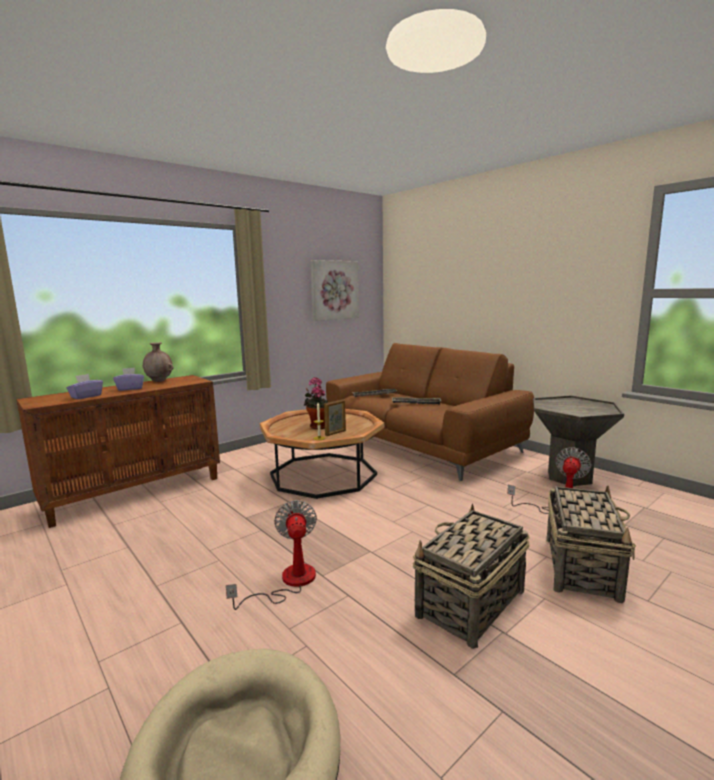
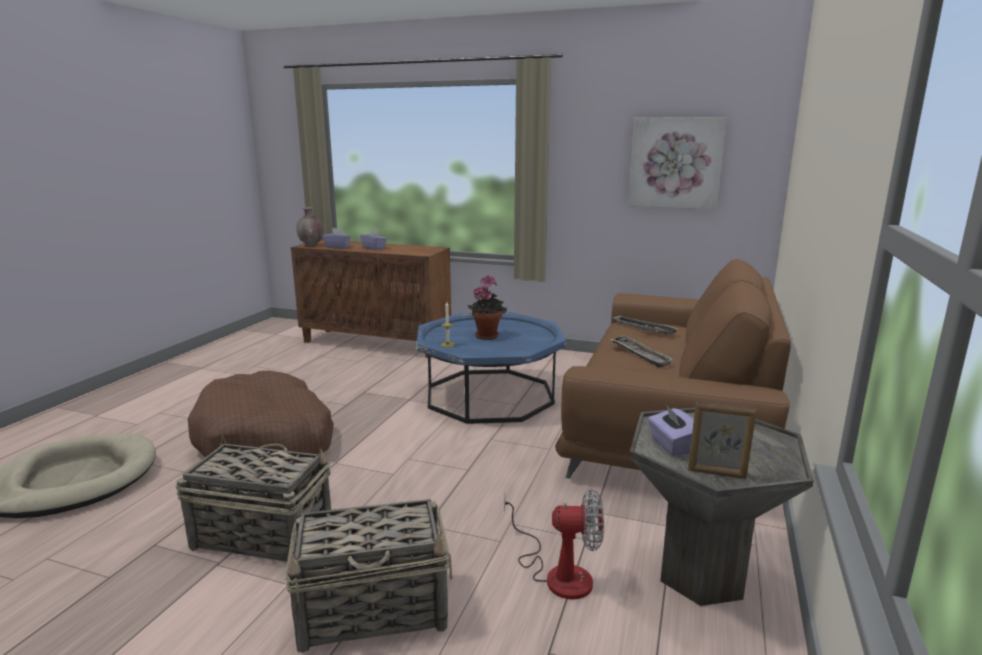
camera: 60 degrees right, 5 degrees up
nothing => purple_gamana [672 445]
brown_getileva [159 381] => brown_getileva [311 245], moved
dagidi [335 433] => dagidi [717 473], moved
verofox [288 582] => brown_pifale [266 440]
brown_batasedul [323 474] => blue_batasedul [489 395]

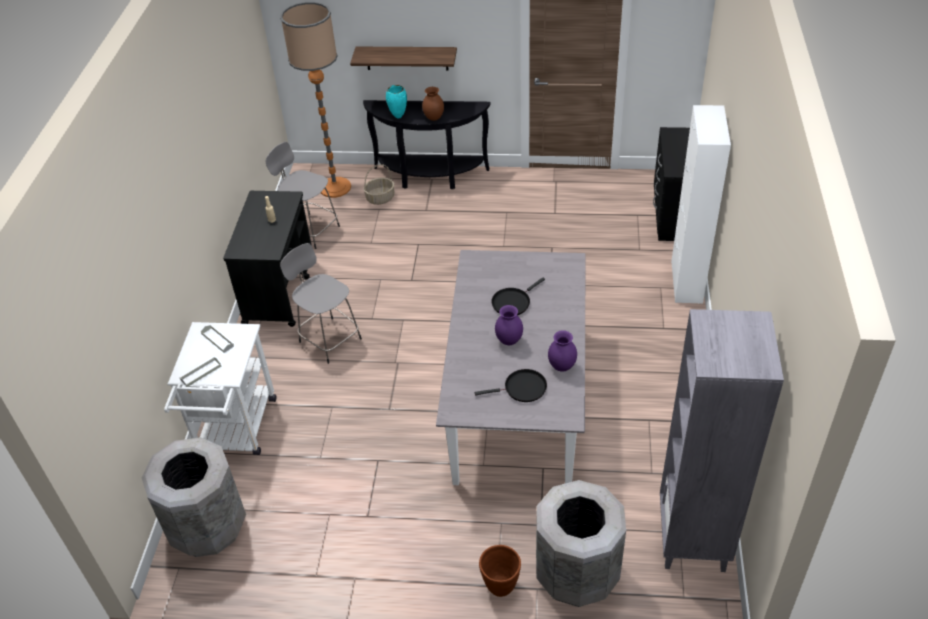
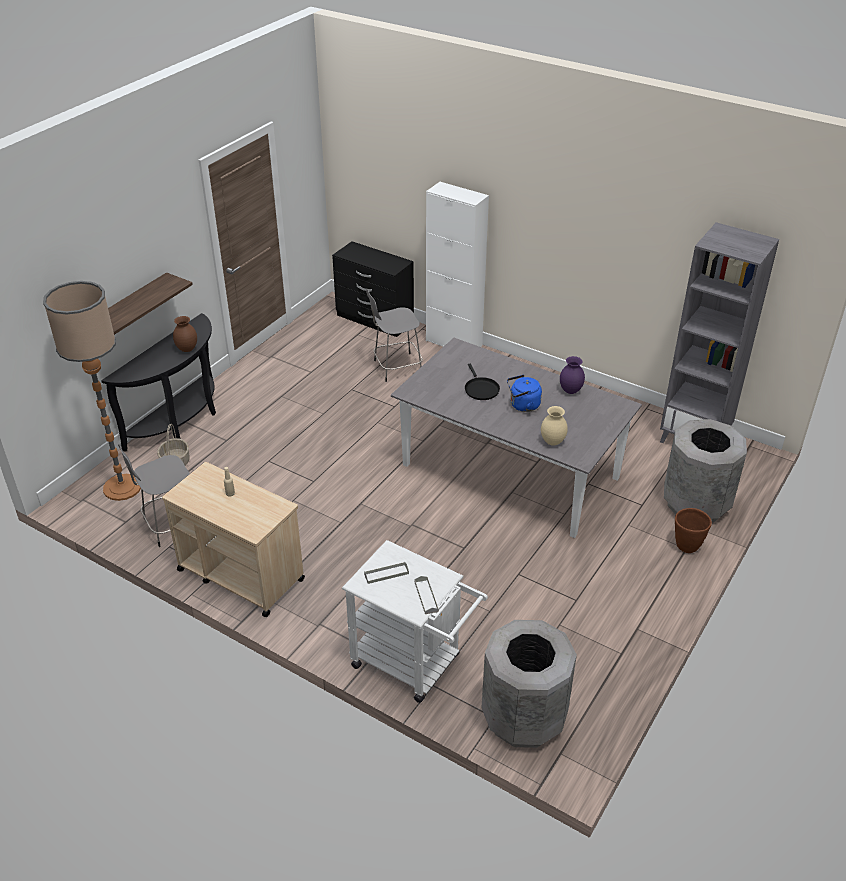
camera: 65 degrees left, 5 degrees down
turquoise_getileva [398 117] => nothing
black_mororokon [522 388] => nothing
nothing => beige_getileva [553 442]
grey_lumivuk [328 339] => grey_lumivuk [396 367], moved
purple_getileva [509 340] => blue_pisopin [523 405]
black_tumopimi [280 290] => beige_tumopimi [240 574]

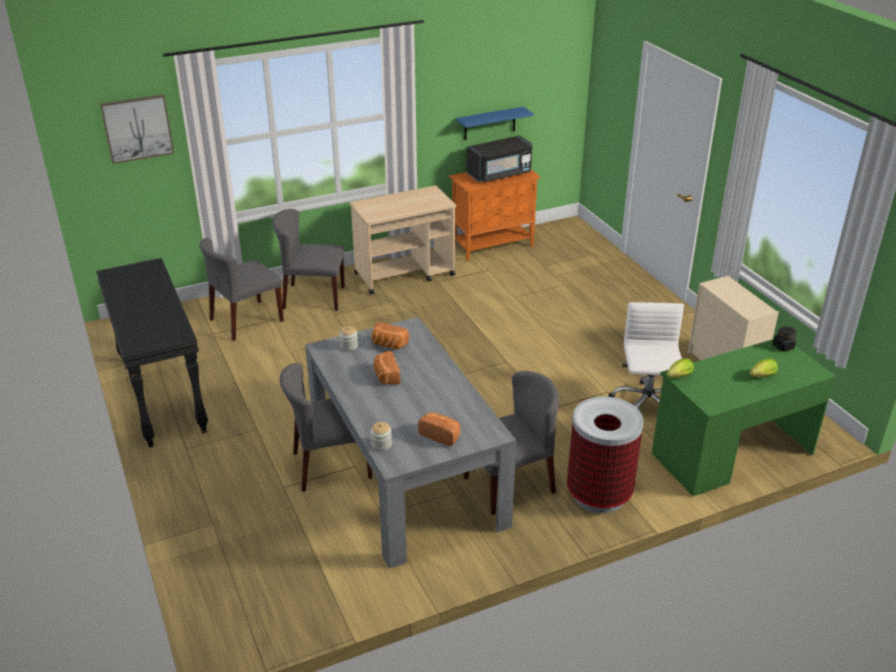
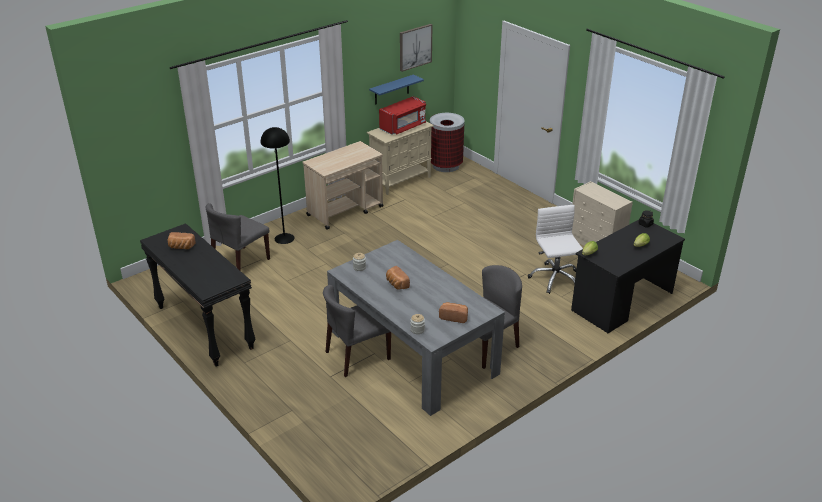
camera: 15 degrees left, 0 degrees up
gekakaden [137 128] => gekakaden [415 47], moved
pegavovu [388 345] => pegavovu [181 247], moved
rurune [599 494] => rurune [446 165], moved
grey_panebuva [313 297] => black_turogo [284 238]
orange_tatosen [493 245] => beige_tatosen [401 180]
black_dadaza [499 174] => red_dadaza [403 127]
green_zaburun [731 454] => black_zaburun [622 302]

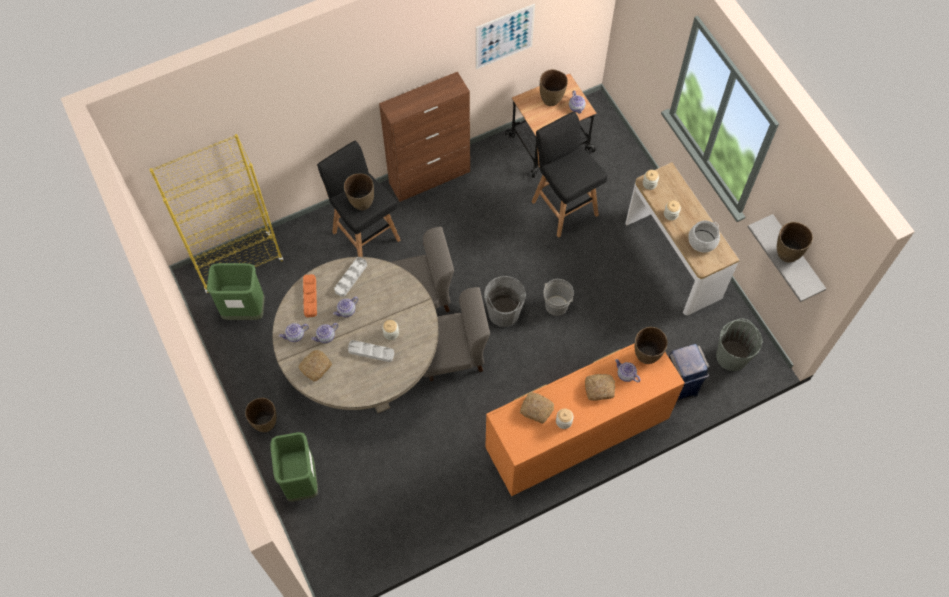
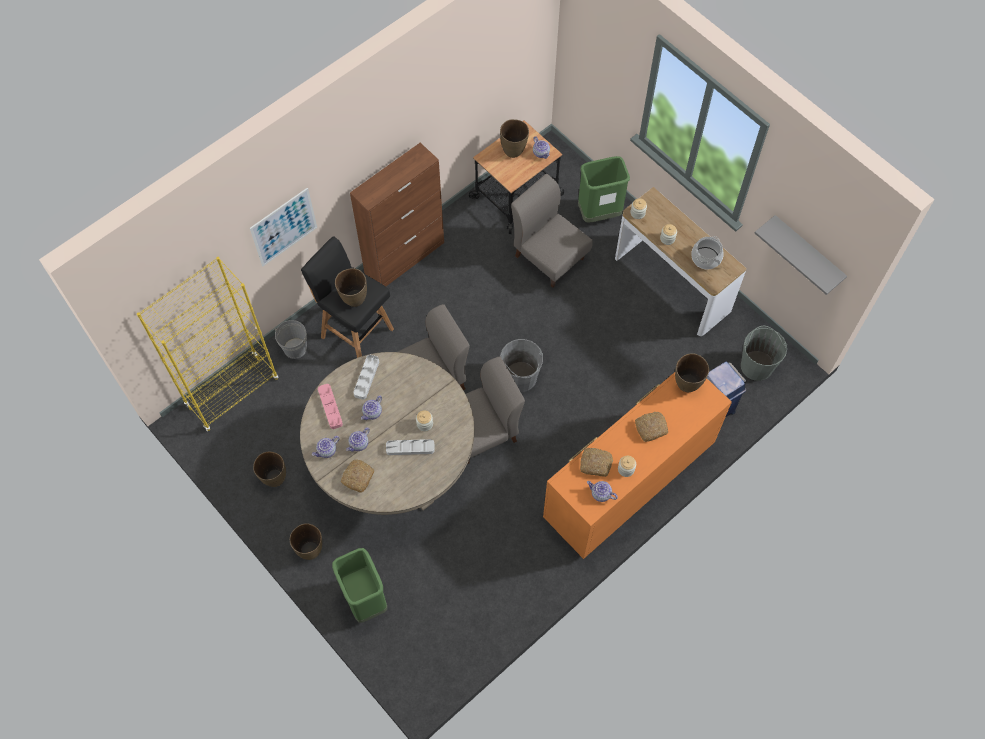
camera: 15 degrees left, 0 degrees up
green_rurune [245 311] => green_rurune [599 213], moved
gekakaden [504 36] => gekakaden [284 227], moved
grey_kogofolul [556 305] => grey_kogofolul [295 348], moved
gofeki [625 374] => gofeki [600 494], moved
brown_getileva [786 254] => brown_getileva [274 478], moved
black_lumivuk [564 207] => grey_panebuva [549 256]
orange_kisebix [310 297] => pink_kisebix [330 407]

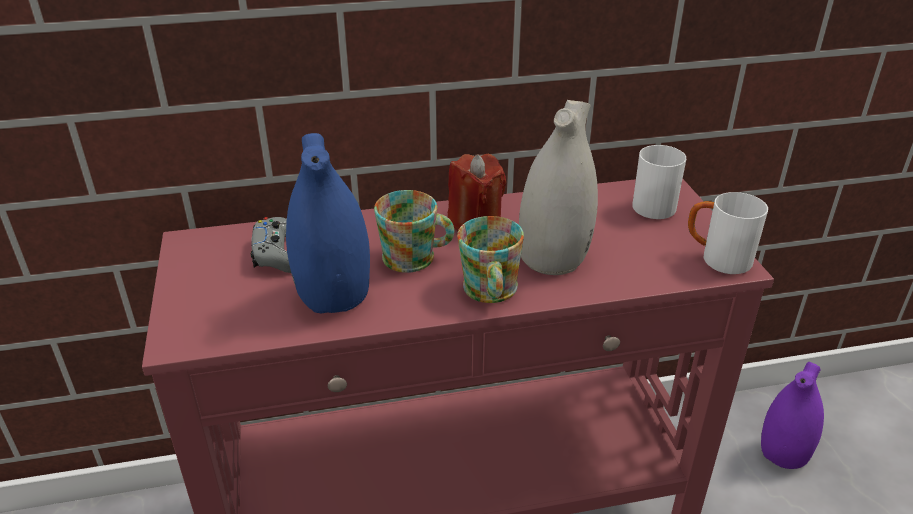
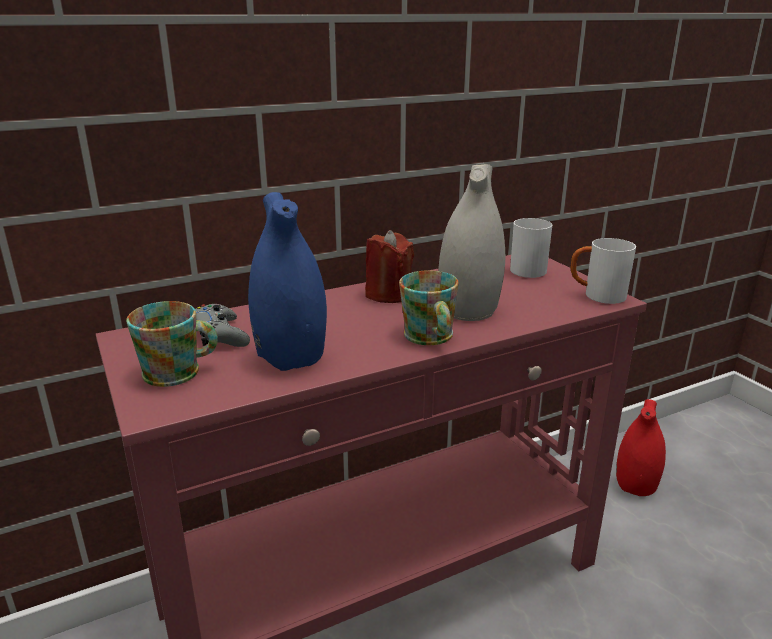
camera: 15 degrees left, 10 degrees down
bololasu [416 258] => bololasu [179 372], moved
purple_getileva [783 453] => red_getileva [635 486]

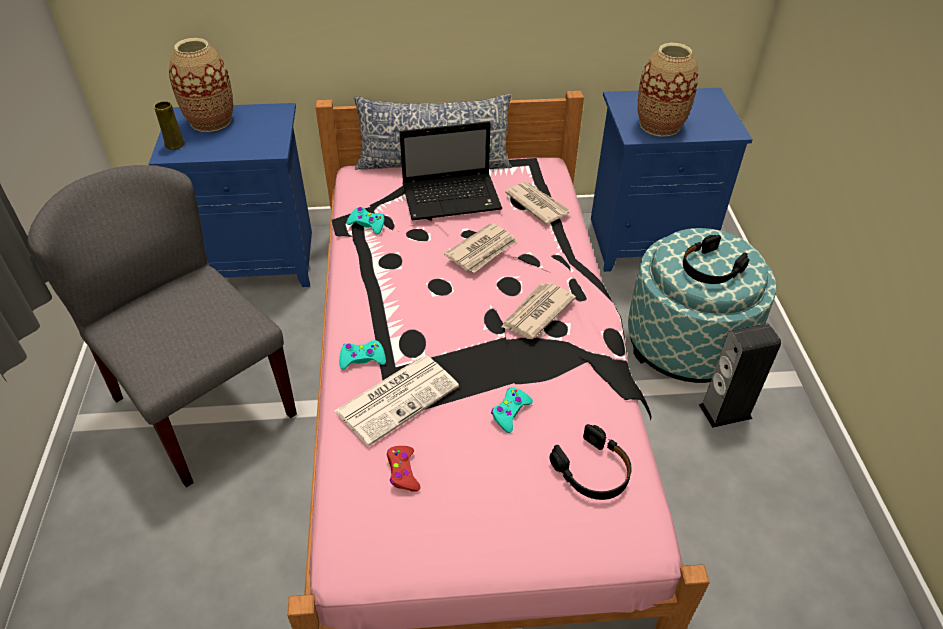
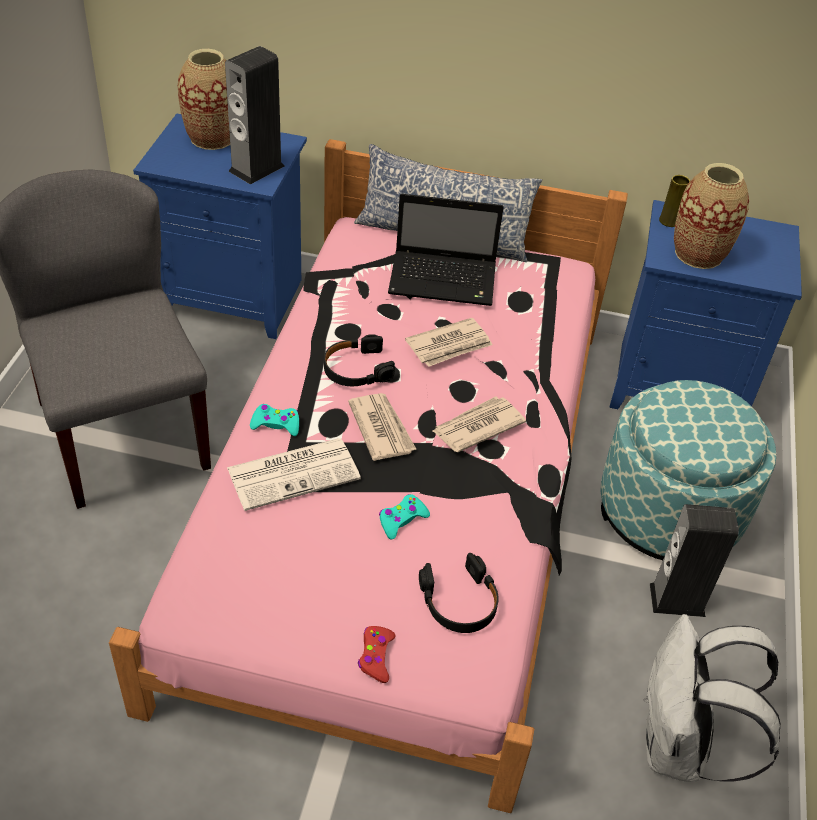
camera: 15 degrees right, 0 degrees up
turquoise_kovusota [367 224] => nothing
nothing => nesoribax [256 168]
nothing => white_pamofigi [679 747]
yellow_getileva [174 144] => yellow_getileva [669 221], moved
red_kovusota [403 472] => red_kovusota [376 657], moved
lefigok [537 204] => lefigok [381 428], moved
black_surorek [710 268] => black_surorek [356 369], moved

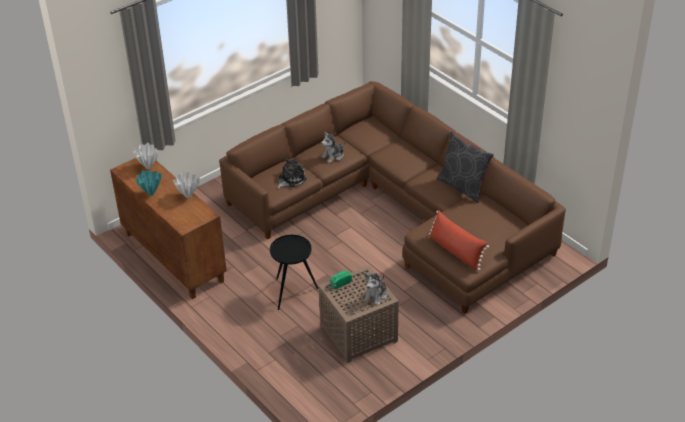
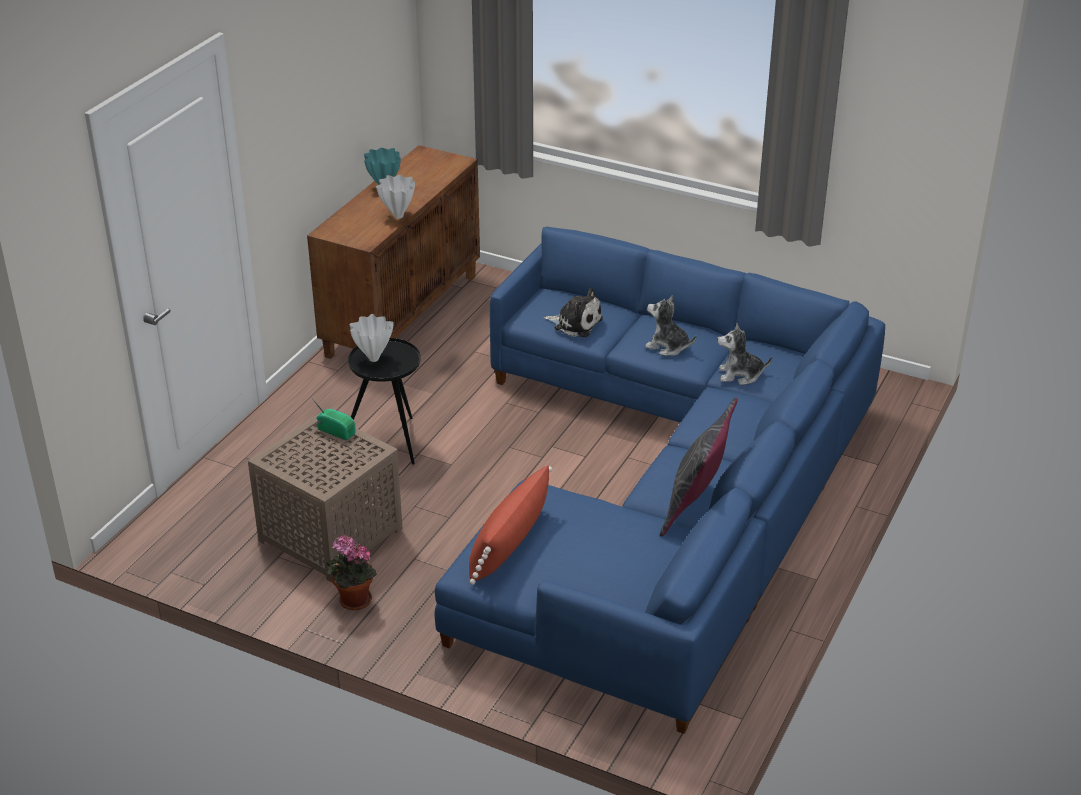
camera: 65 degrees right, 5 degrees down
nothing => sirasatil [352 601]
white_getileva [148 167] => white_getileva [374 358], moved
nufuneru [376 295] => nufuneru [740 375], moved
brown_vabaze [397 210] => blue_vabaze [666 495]

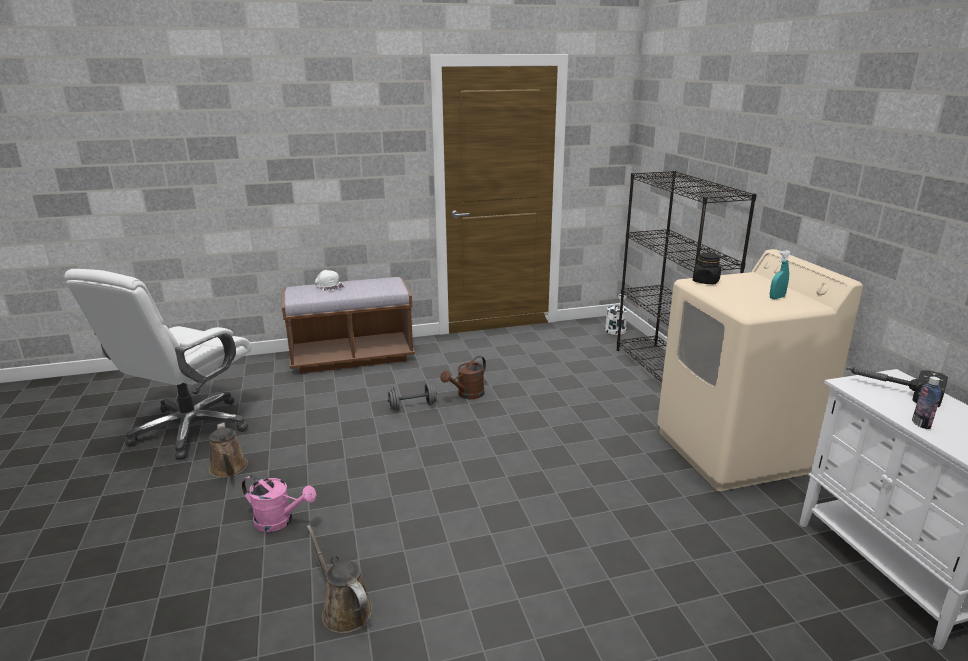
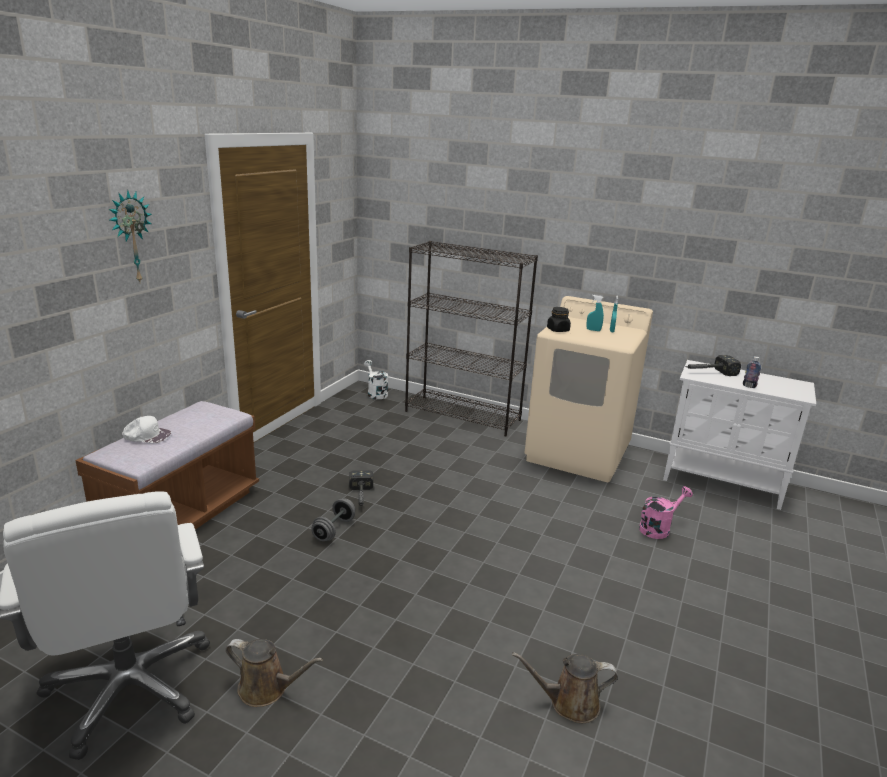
camera: 50 degrees left, 0 degrees up
nothing => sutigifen [130 237]
nothing => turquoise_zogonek [593 330]
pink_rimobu [280 521] => pink_rimobu [658 528], moved
brown_rimobu [467 395] => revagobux [361 497]

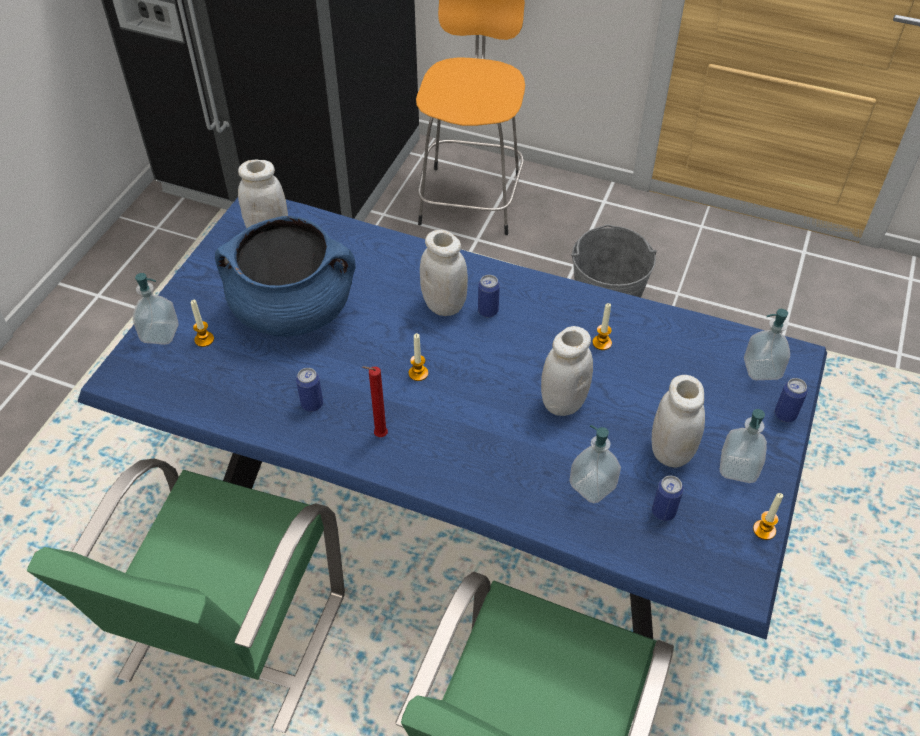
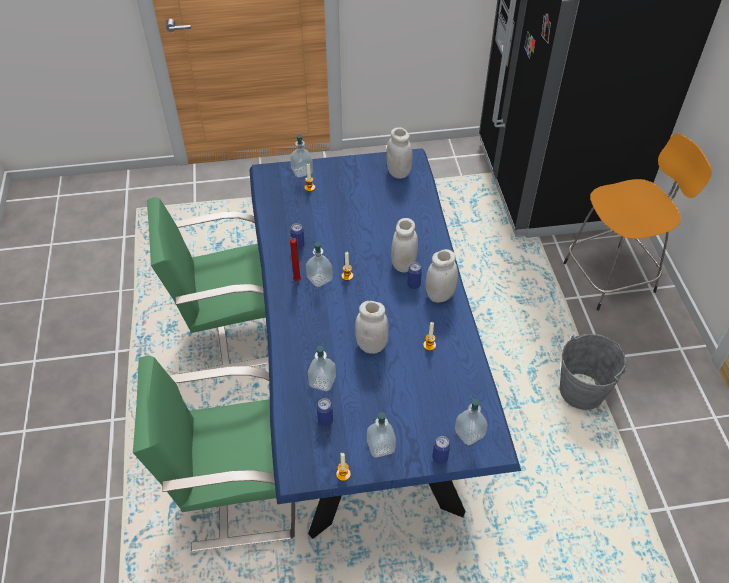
camera: 60 degrees right, 0 degrees up
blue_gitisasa [294 310] => nothing
nothing => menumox [319 278]
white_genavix [671 452] => white_genavix [440 295], moved

